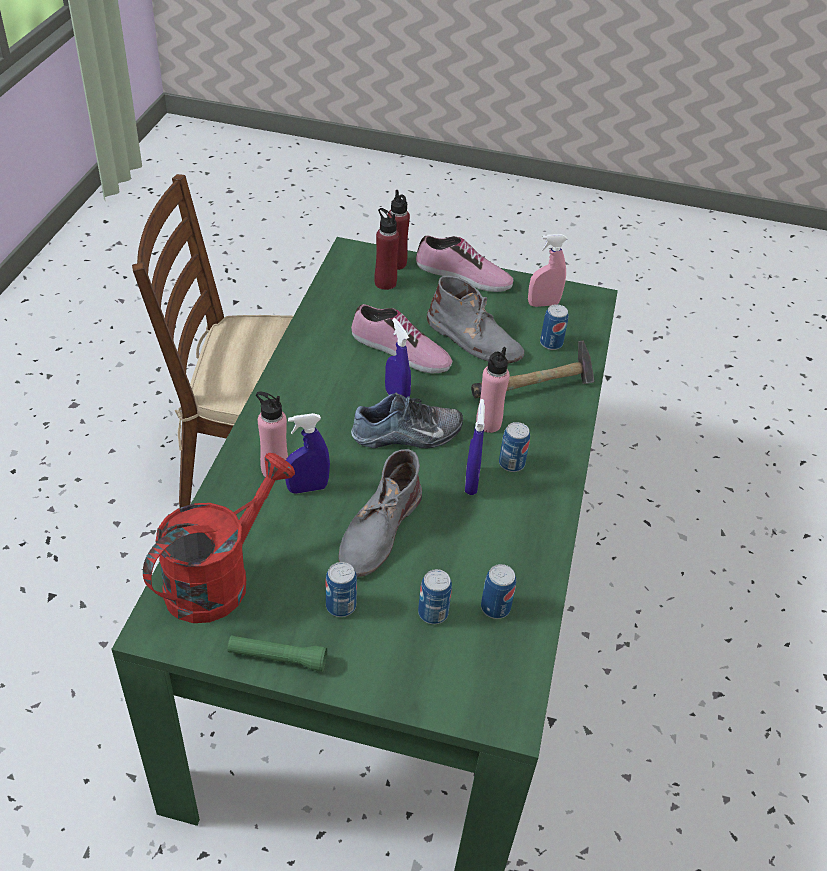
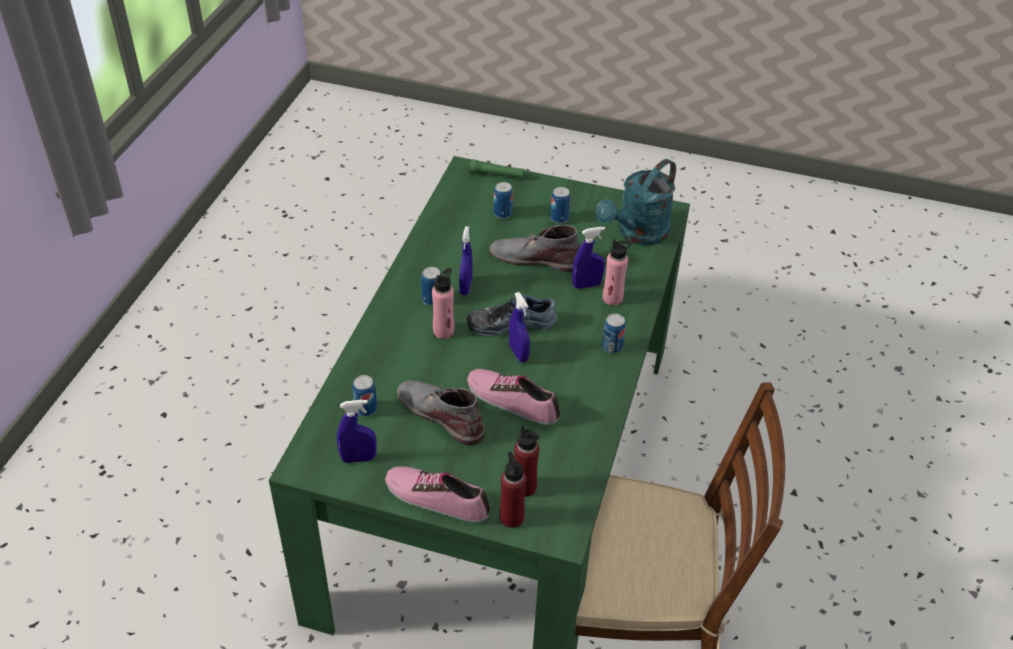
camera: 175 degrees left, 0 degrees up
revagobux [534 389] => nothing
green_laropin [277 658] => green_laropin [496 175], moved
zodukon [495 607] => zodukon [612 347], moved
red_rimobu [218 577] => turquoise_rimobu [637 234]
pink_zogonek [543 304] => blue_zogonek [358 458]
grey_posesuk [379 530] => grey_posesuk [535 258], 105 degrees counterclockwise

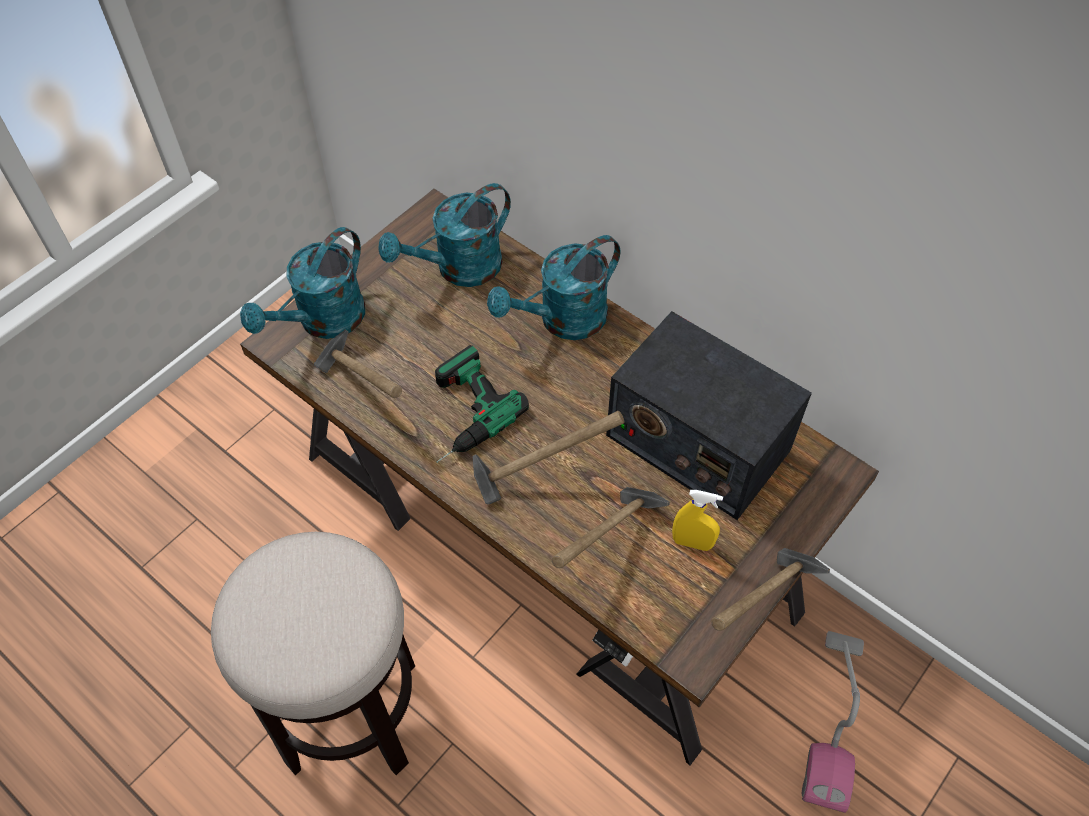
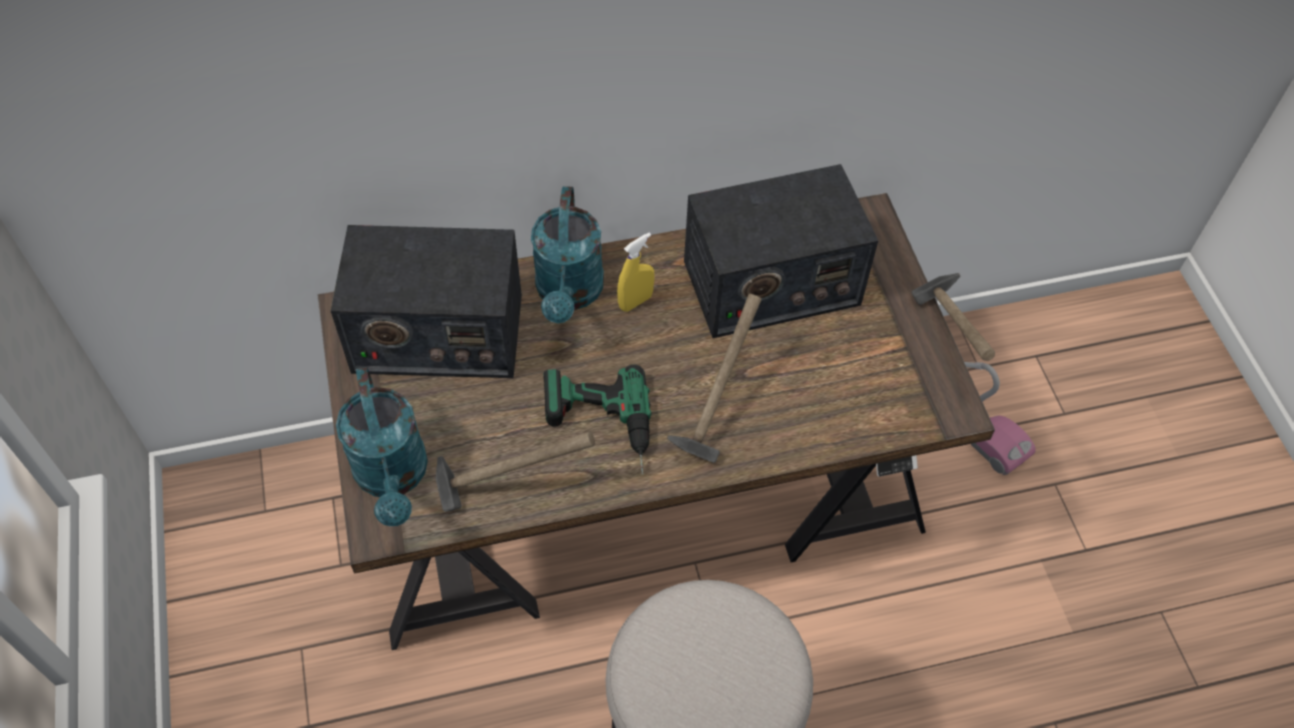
camera: 55 degrees left, 0 degrees up
revagobux [609 547] => nothing
yellow_zogonek [692 542] => yellow_zogonek [635 301], moved
turquoise_rimobu [458 269] => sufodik [436 333]

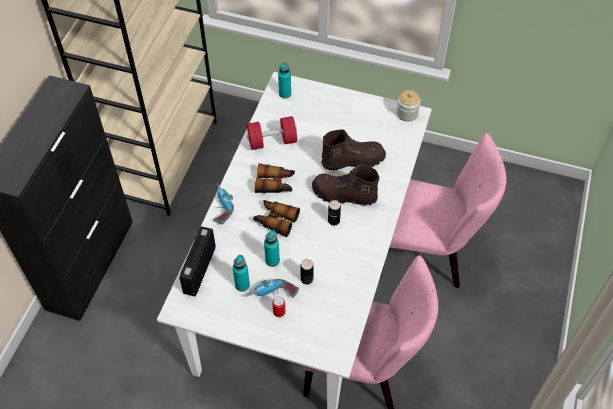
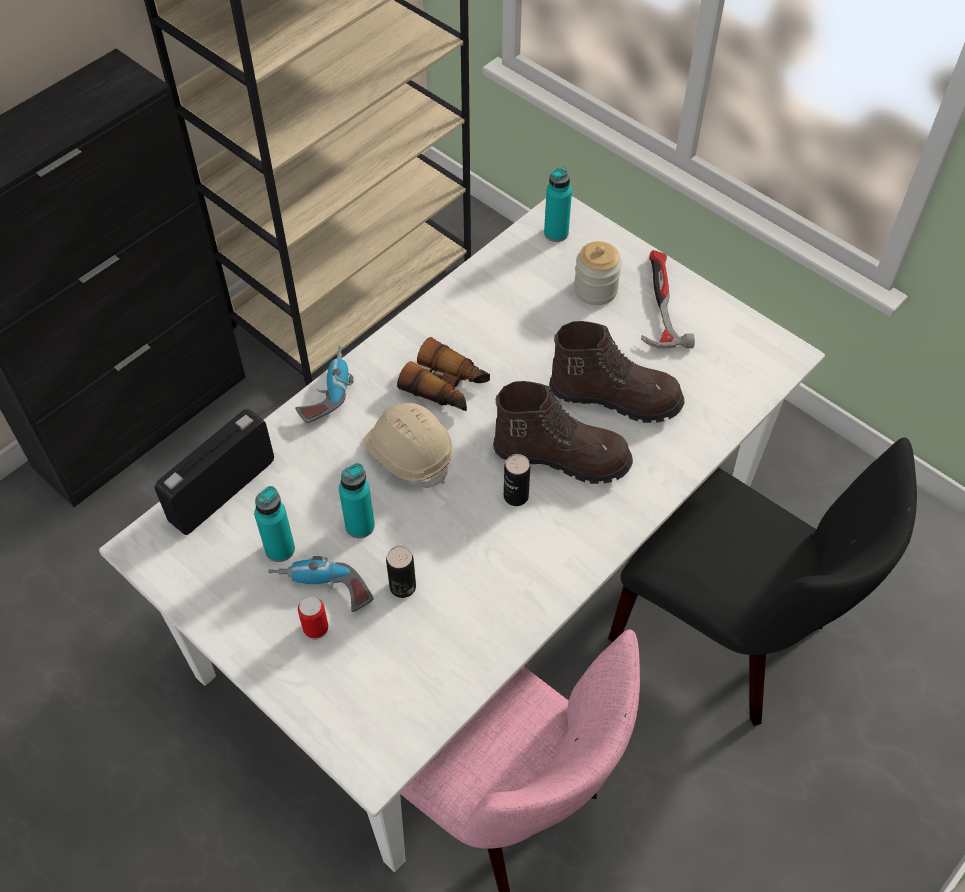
camera: 25 degrees right, 0 degrees up
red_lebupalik [272 141] => nothing
nothing => revagobux [659 303]
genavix [407 113] => genavix [595 289], moved
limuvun [275 220] => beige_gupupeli [409 453]
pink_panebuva [428 253] => black_panebuva [730 636]
brown_posesuk [344 195] => brown_posesuk [562 456], 150 degrees clockwise

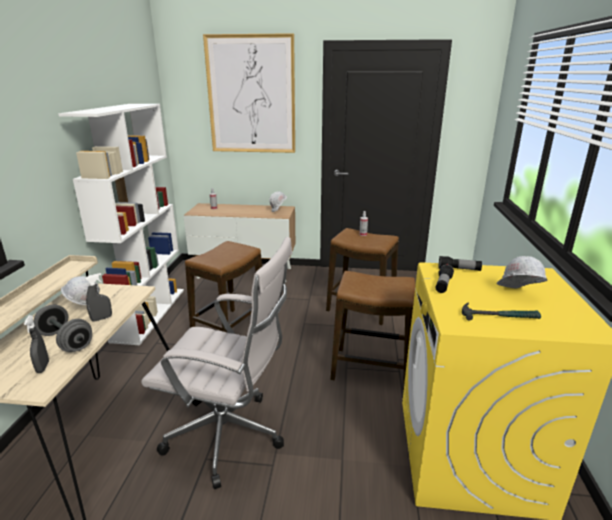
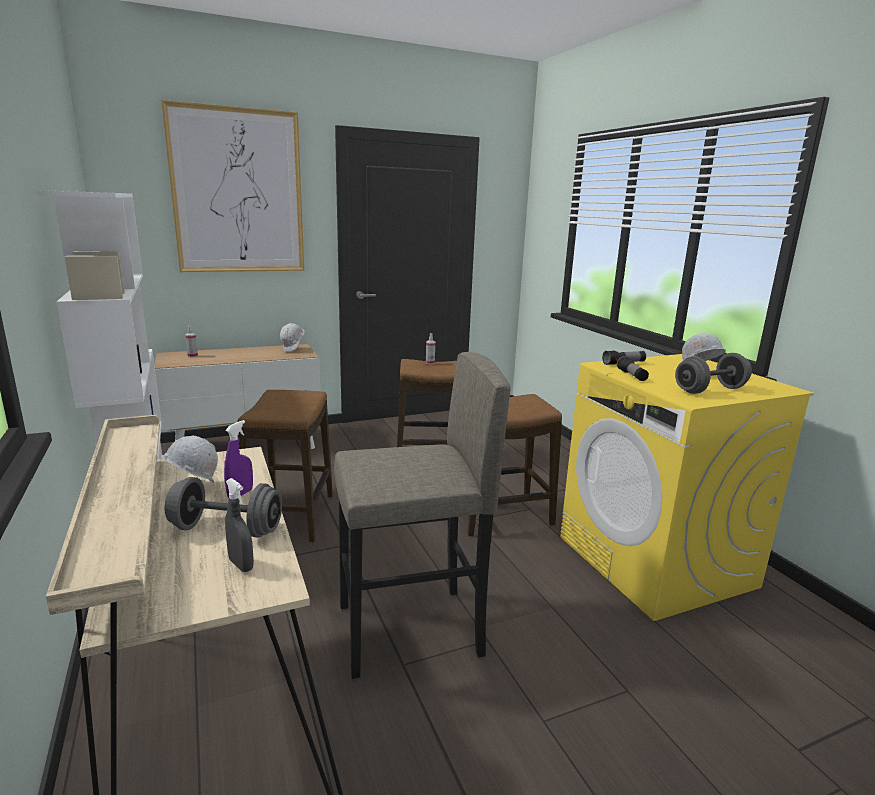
camera: 30 degrees left, 5 degrees down
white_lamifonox [230 437] => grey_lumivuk [410 631]
revagobux [499 316] => grey_lebupalik [710 390]
grey_zogonek [101 318] => purple_zogonek [240 494]

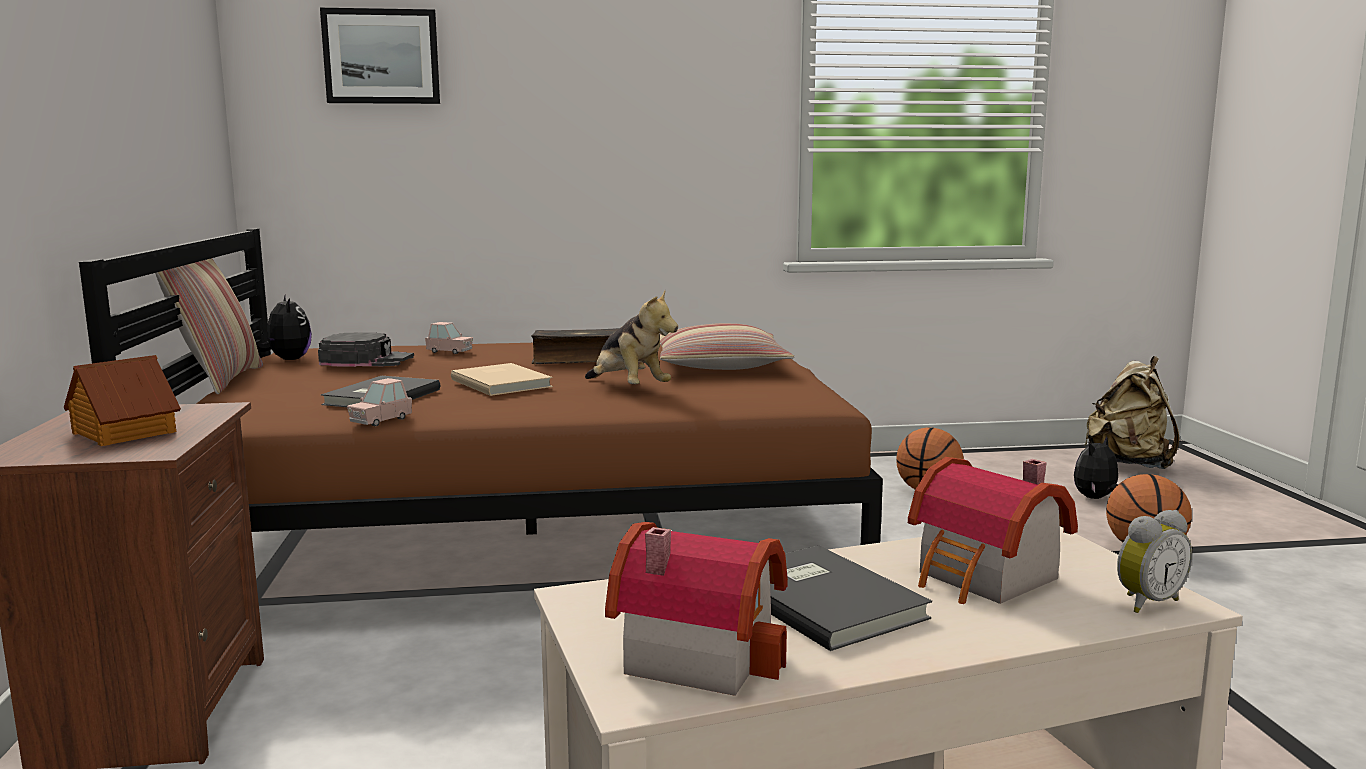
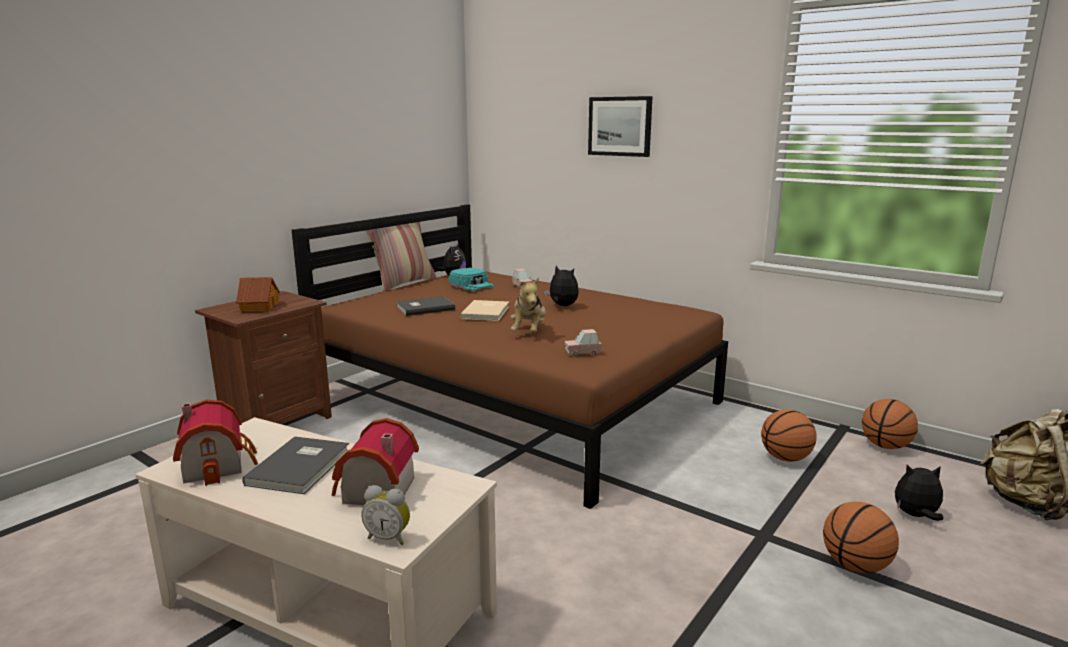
camera: 45 degrees right, 5 degrees up
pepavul [719 366] => nothing
nothing => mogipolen [885 446]
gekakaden [381 57] => gekakaden [620 126], moved
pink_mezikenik [381 421] => pink_mezikenik [582 353], moved
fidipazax [580 359] => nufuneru [562 306]
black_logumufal [367 360] => turquoise_logumufal [472 284]

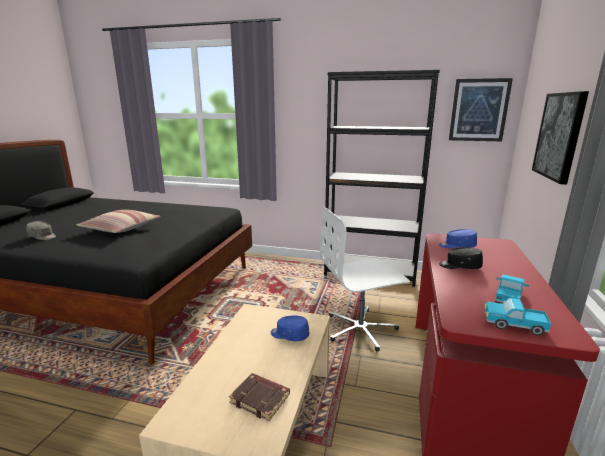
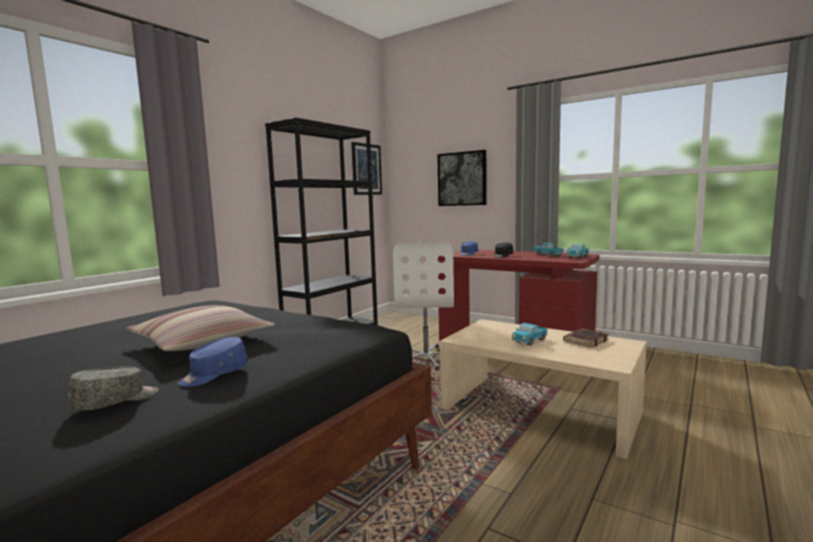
camera: 70 degrees left, 10 degrees down
nothing => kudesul [529 341]
blue_logumufal [289 335] => blue_logumufal [214 375], moved

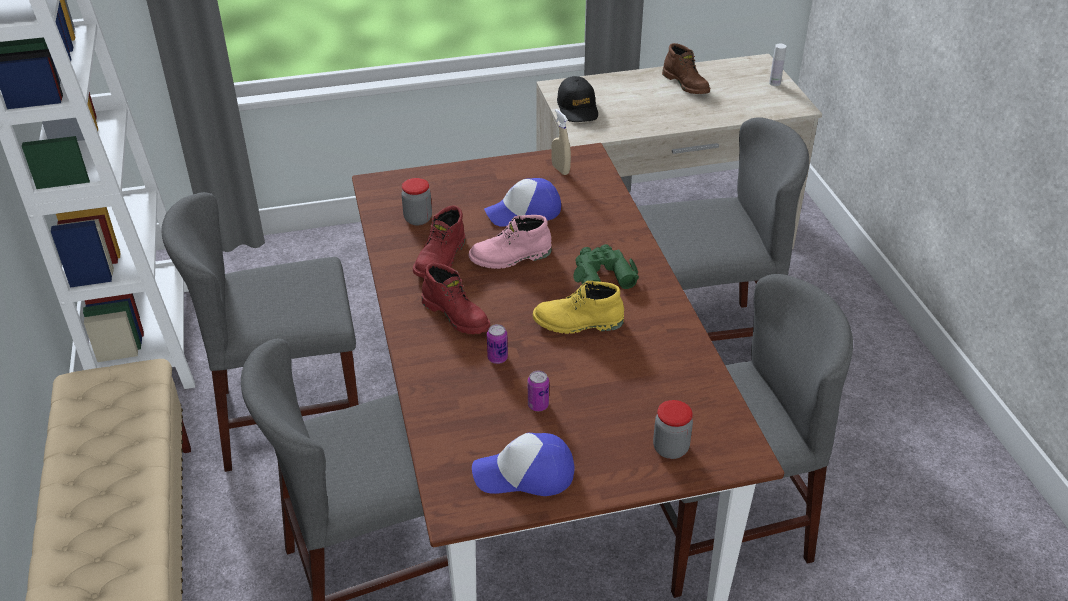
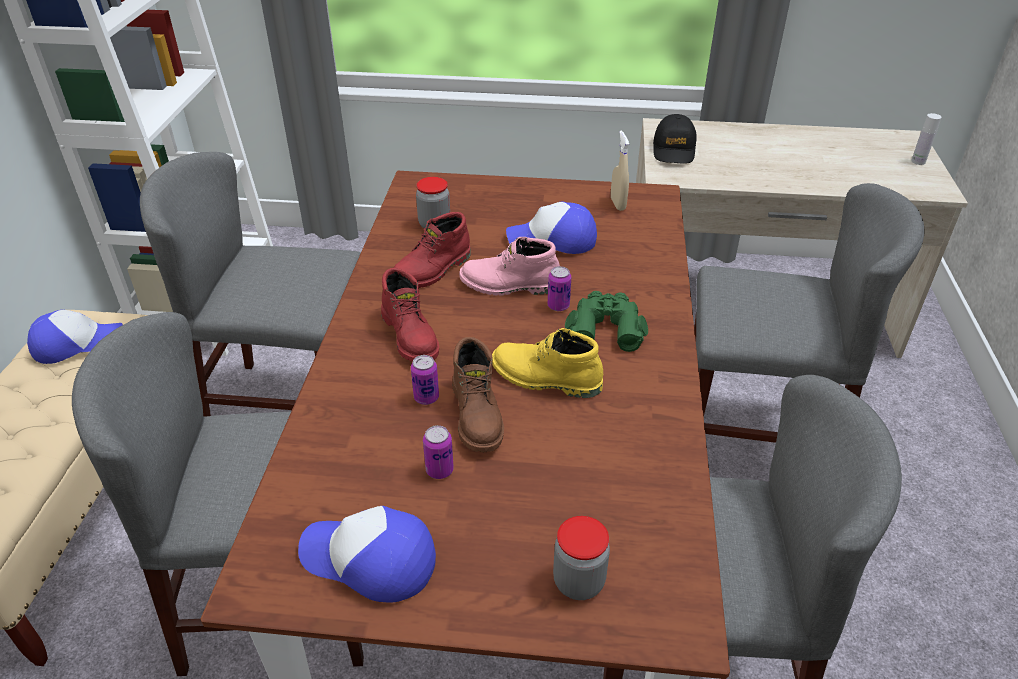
camera: 20 degrees right, 0 degrees up
nothing => logumufal [77 343]
nothing => zodukon [558 306]
brown_posesuk [686 84] => brown_posesuk [478 415], moved

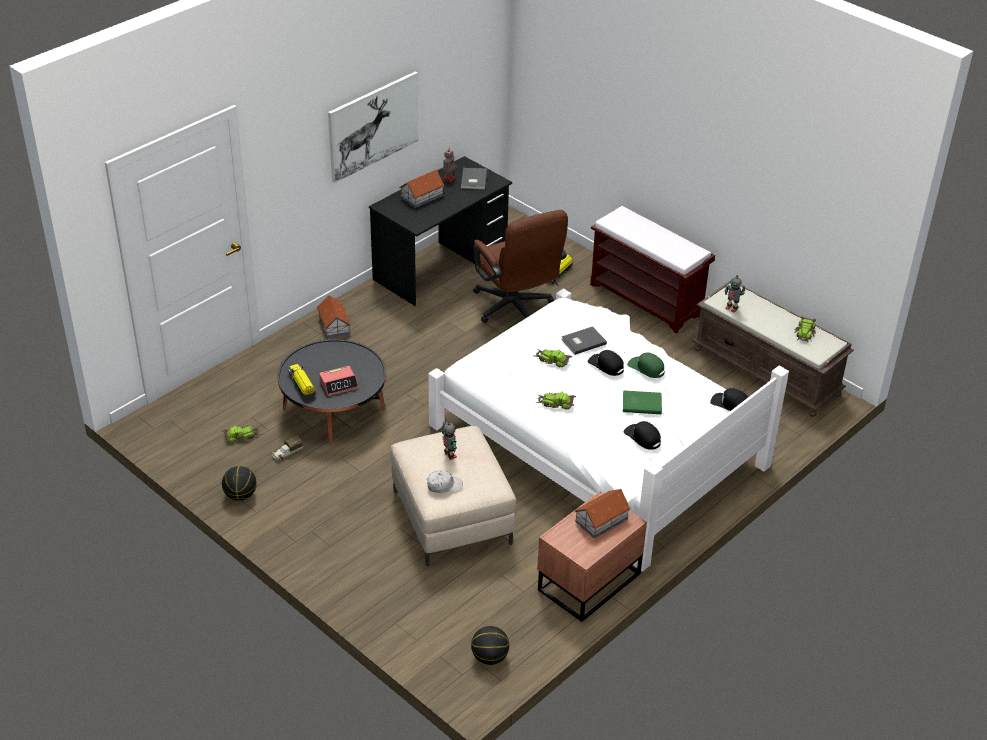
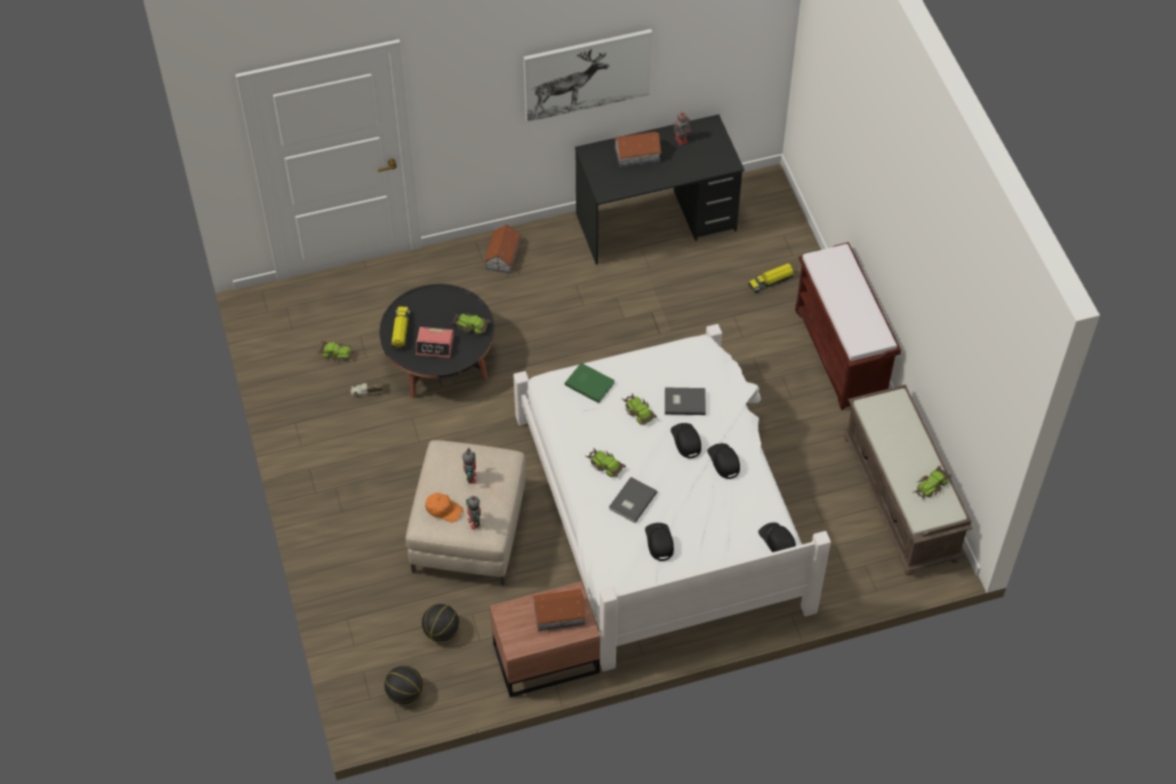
camera: 30 degrees right, 15 degrees up
brown_lamifonox [516 310] => nothing
nothing => mezikenik [470 325]
mogipolen [240 495] => mogipolen [441 631], moved
grey_fidipazax [473 180] => grey_fidipazax [631 501], moved
green_fidipazax [641 403] => green_fidipazax [589 383], moved
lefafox [731 308] => lefafox [474 523], moved
white_logumufal [444 485] => orange_logumufal [443 509]
green_logumufal [646 368] => black_logumufal [724 461]

